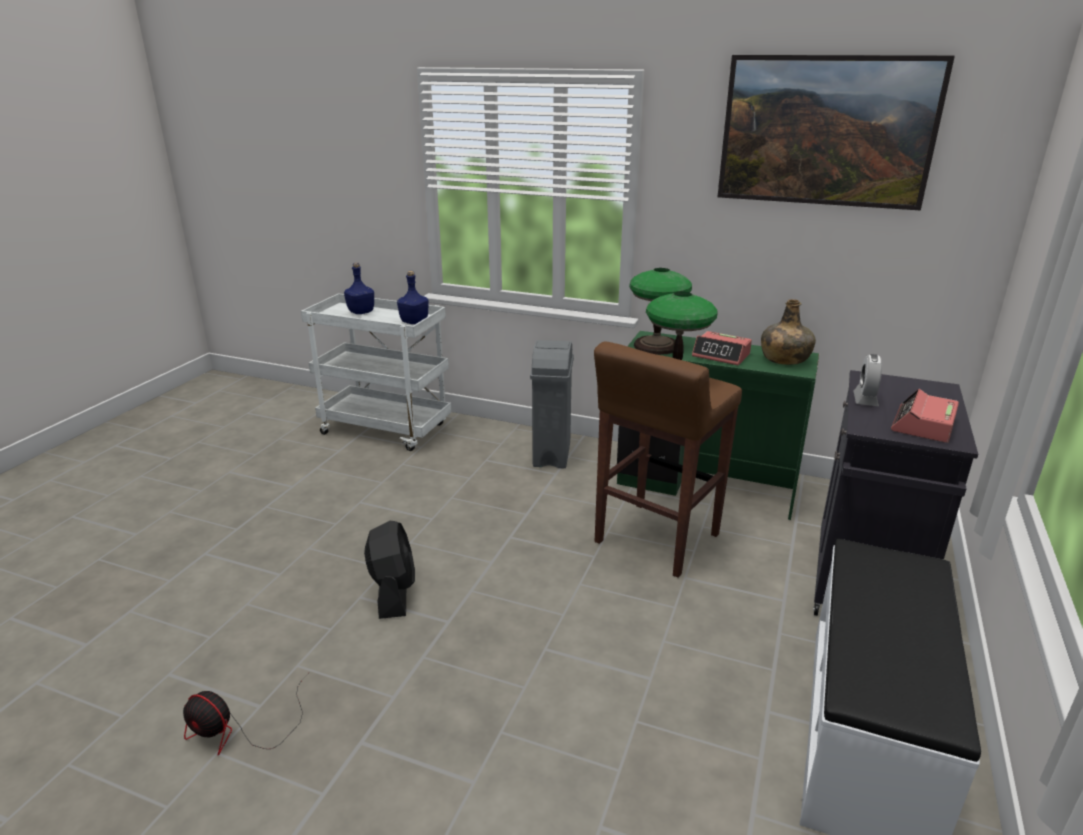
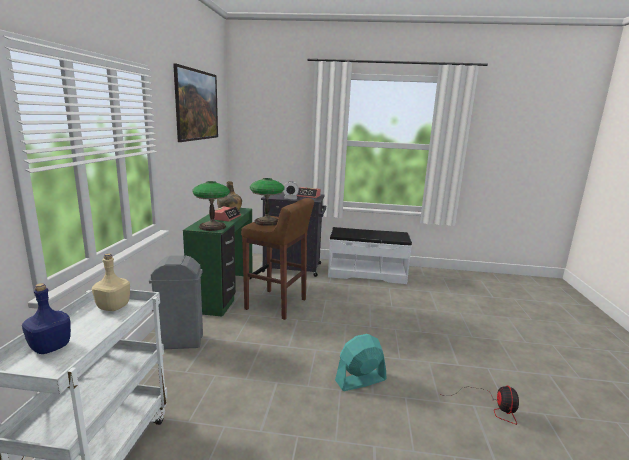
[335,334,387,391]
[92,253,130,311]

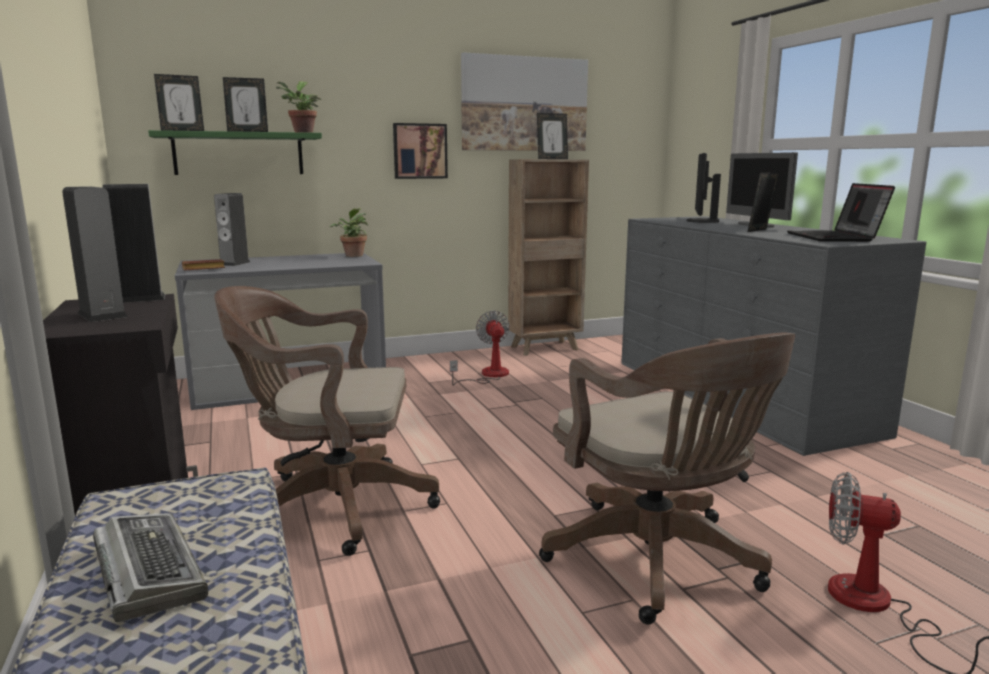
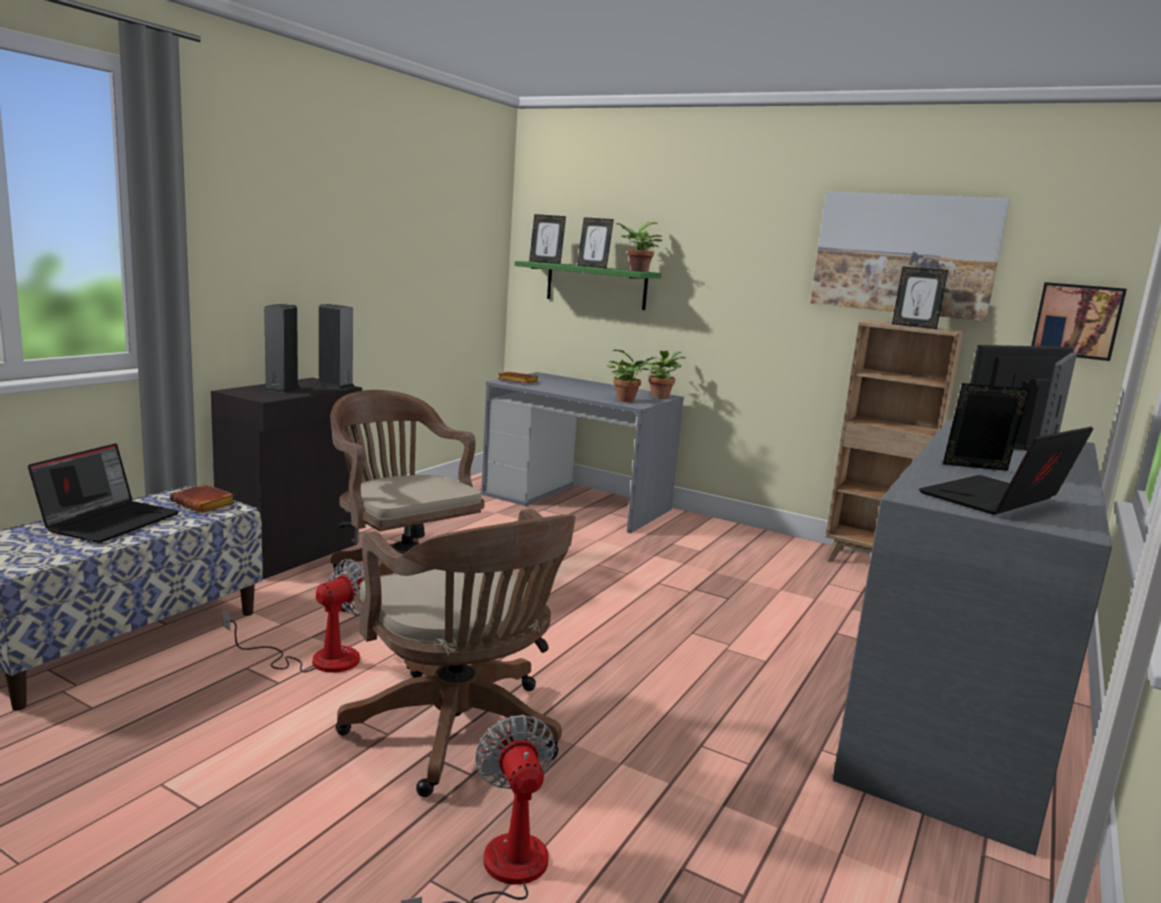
[214,193,250,266] (first image)
[170,484,235,513]
[607,349,657,402]
[1031,282,1127,361]
[223,559,365,673]
[28,443,179,543]
[335,509,576,797]

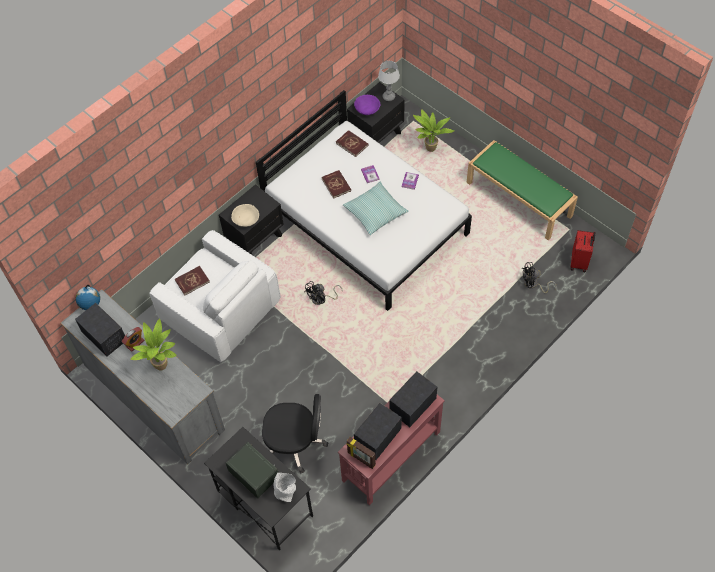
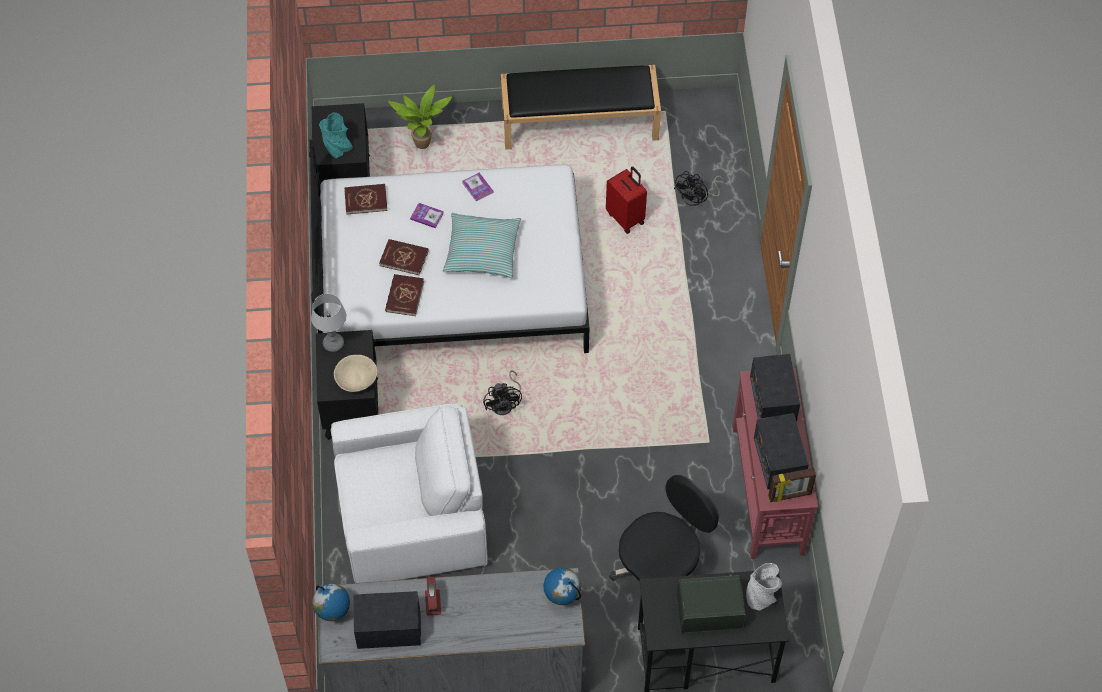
[131,319,176,370] (first image)
[543,568,581,605]
[385,274,424,316]
[311,294,347,352]
[606,166,647,234]
[319,113,353,158]
[501,65,661,150]

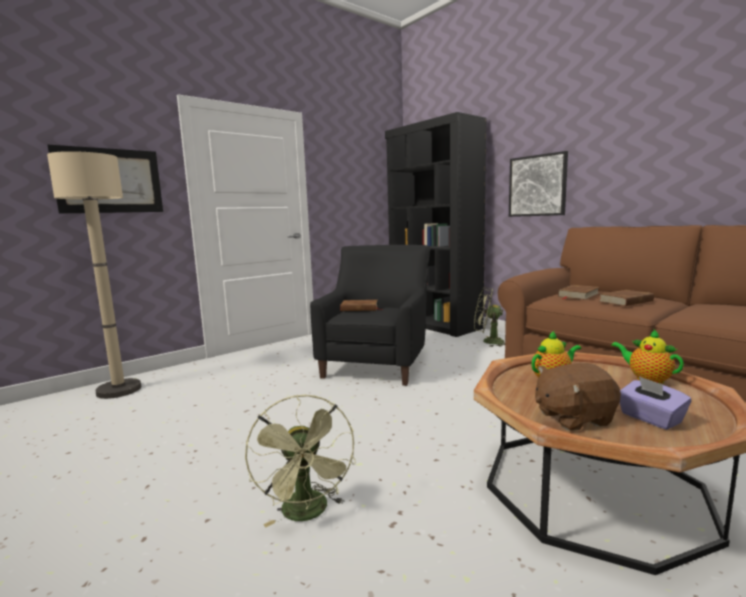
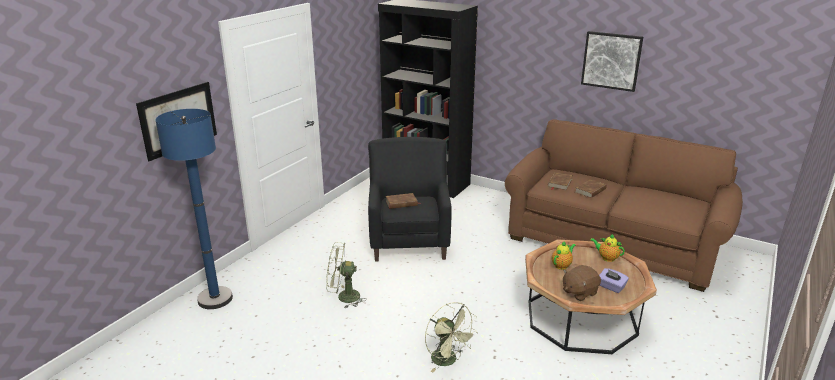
[326,242,367,308]
[581,31,643,92]
[155,109,233,309]

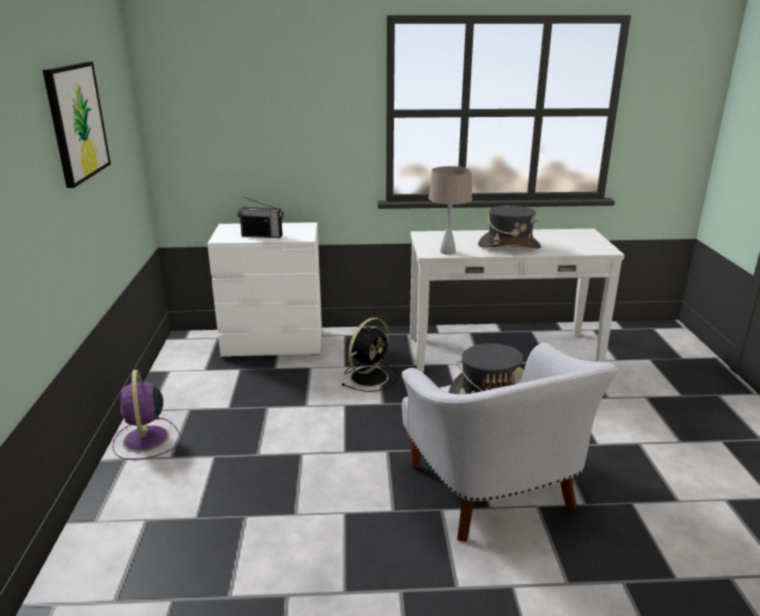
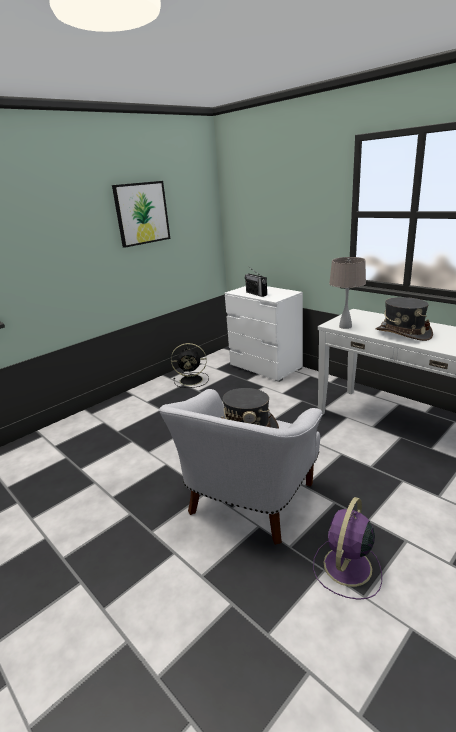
[313,497,382,600]
[171,343,209,388]

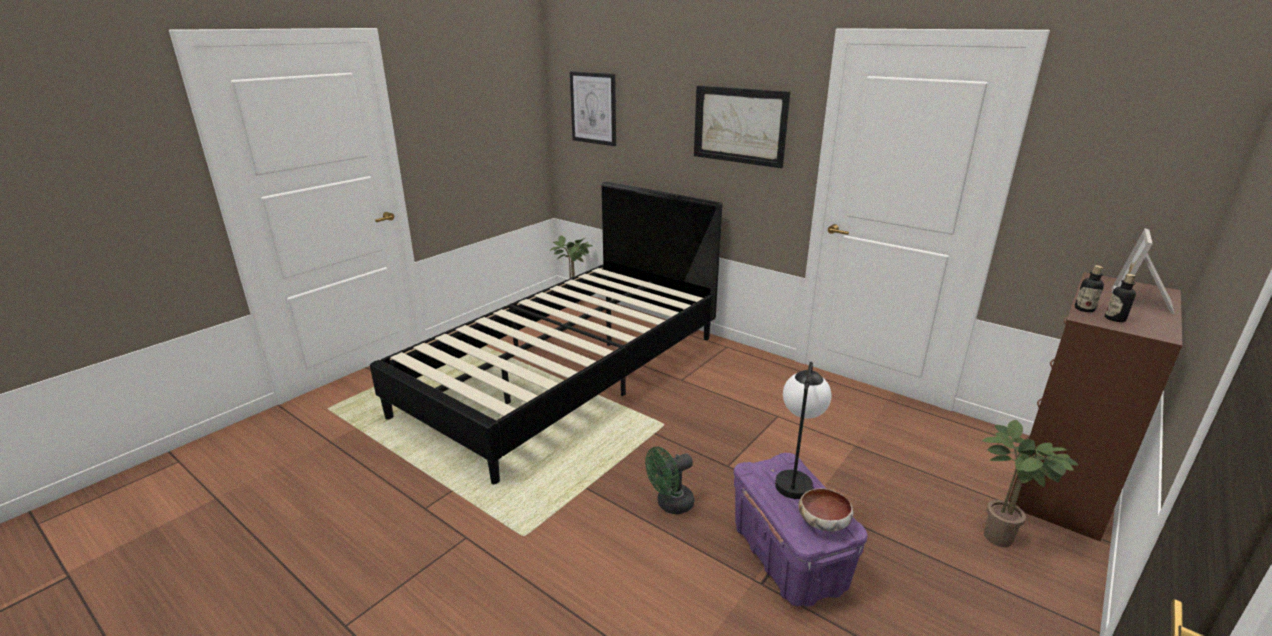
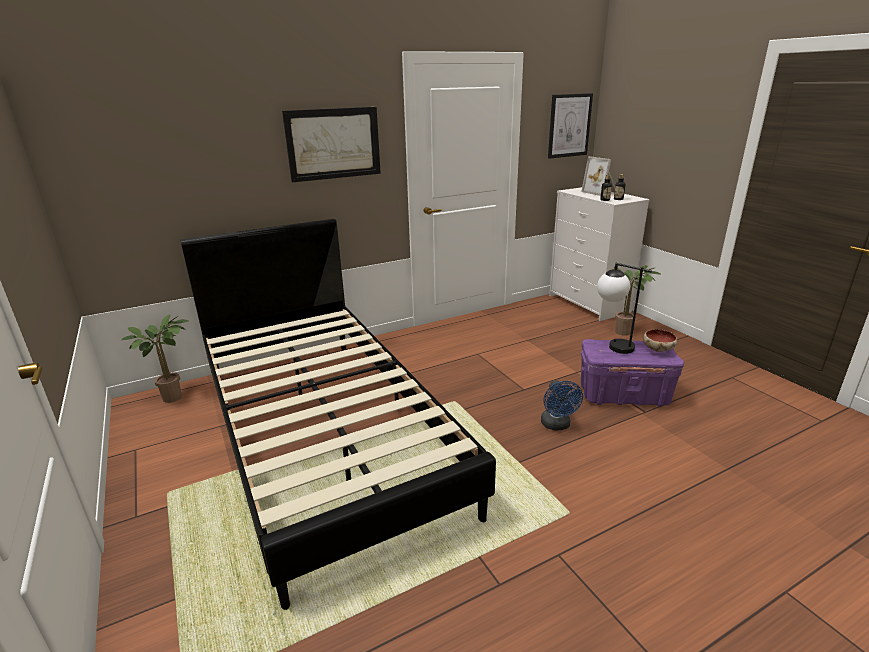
[548,93,593,159]
[541,380,583,430]
[549,187,650,321]

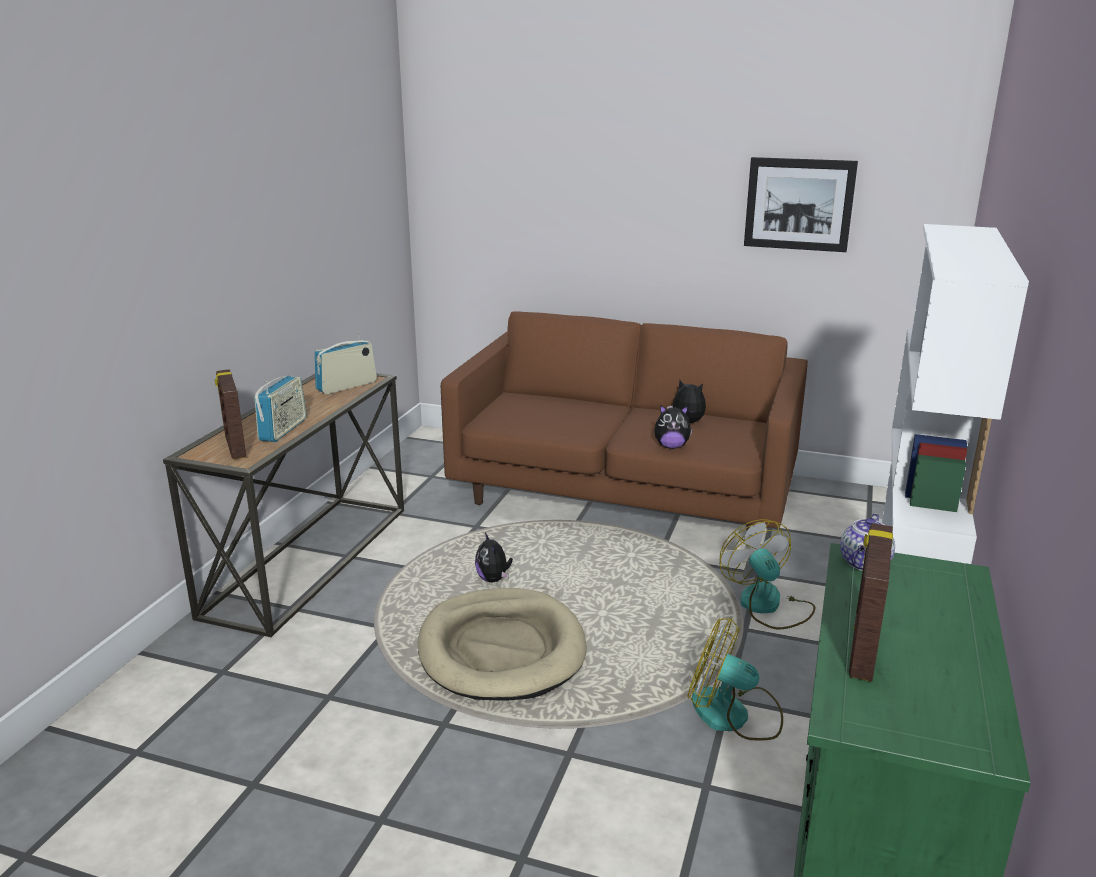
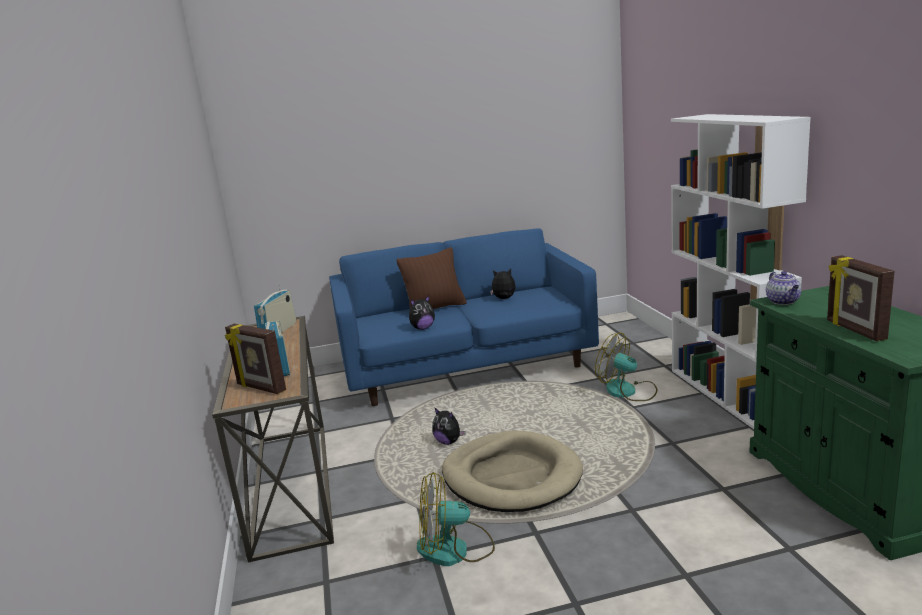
[744,157,858,252] (first image)
[396,247,467,309]
[409,295,435,330]
[417,472,495,566]
[329,229,599,406]

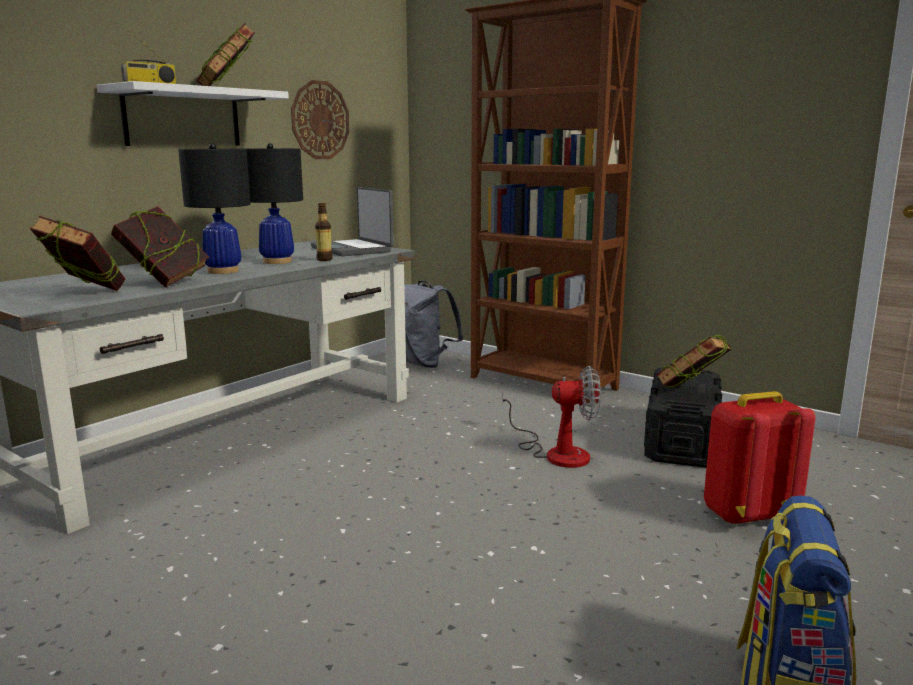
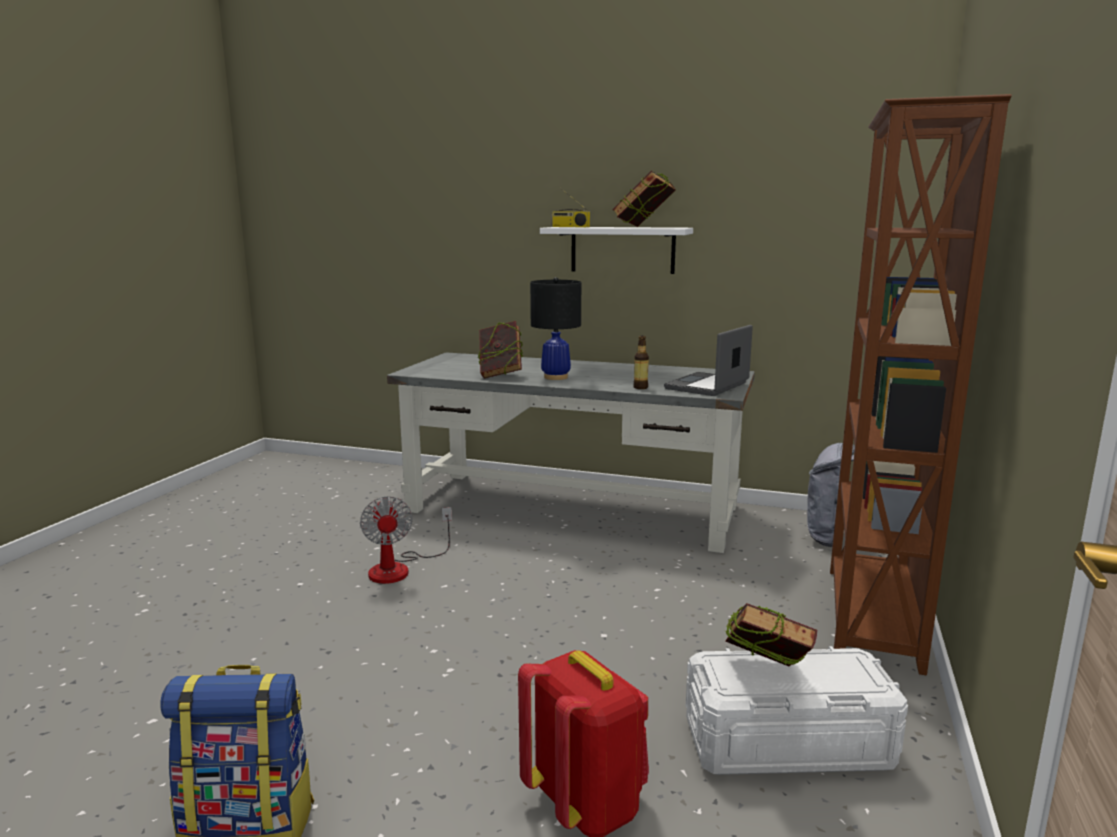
[30,216,125,291] (first image)
[246,143,303,264] (first image)
[291,80,350,159] (first image)
[360,496,452,584]
[686,646,908,775]

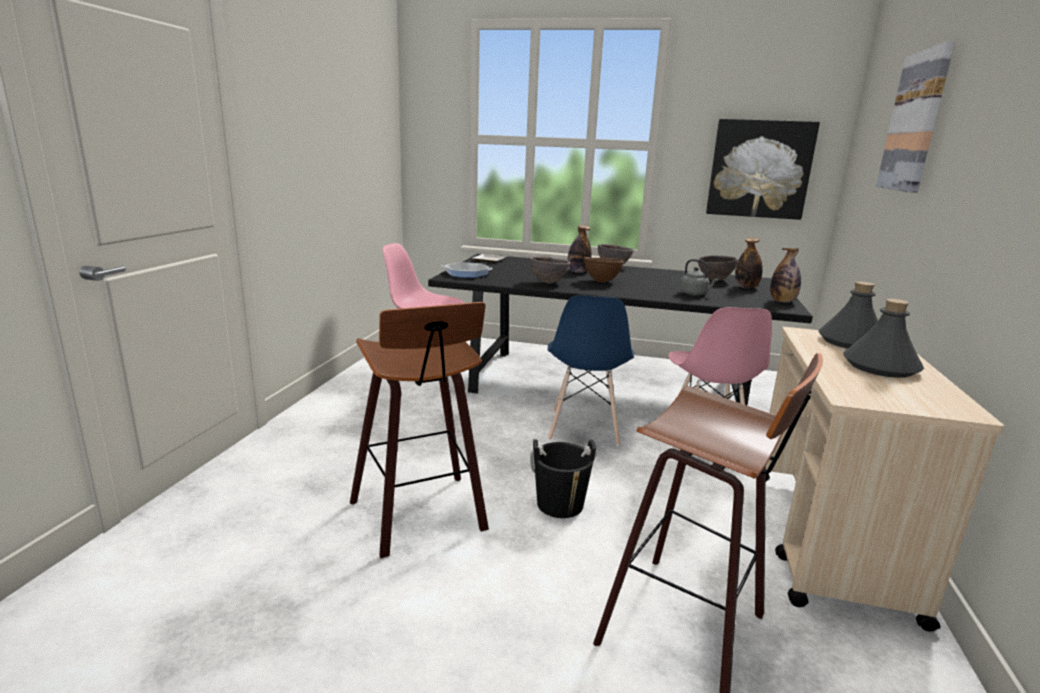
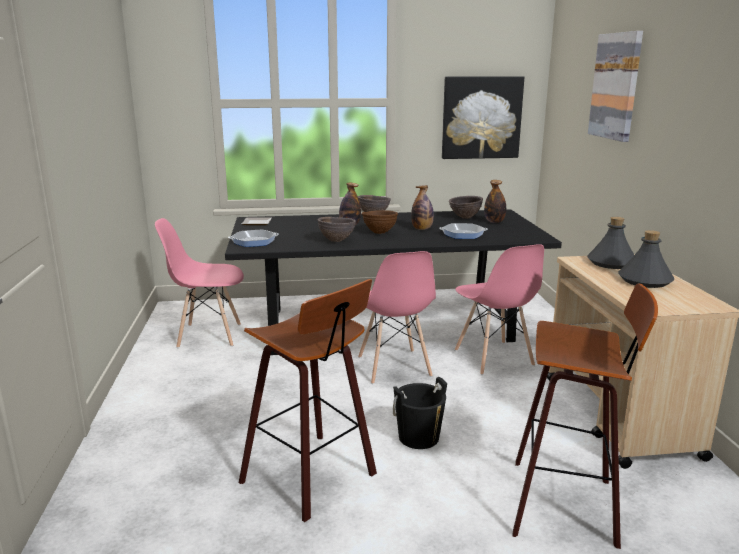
[411,185,434,230]
[439,223,488,239]
[358,251,436,384]

